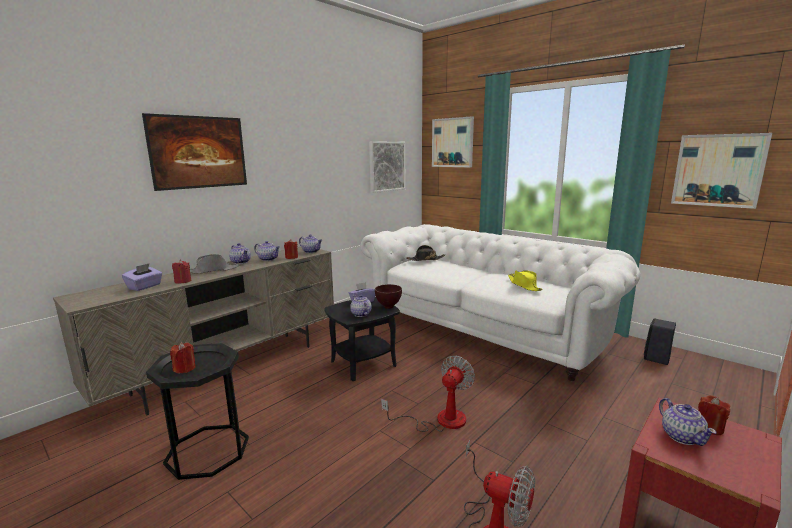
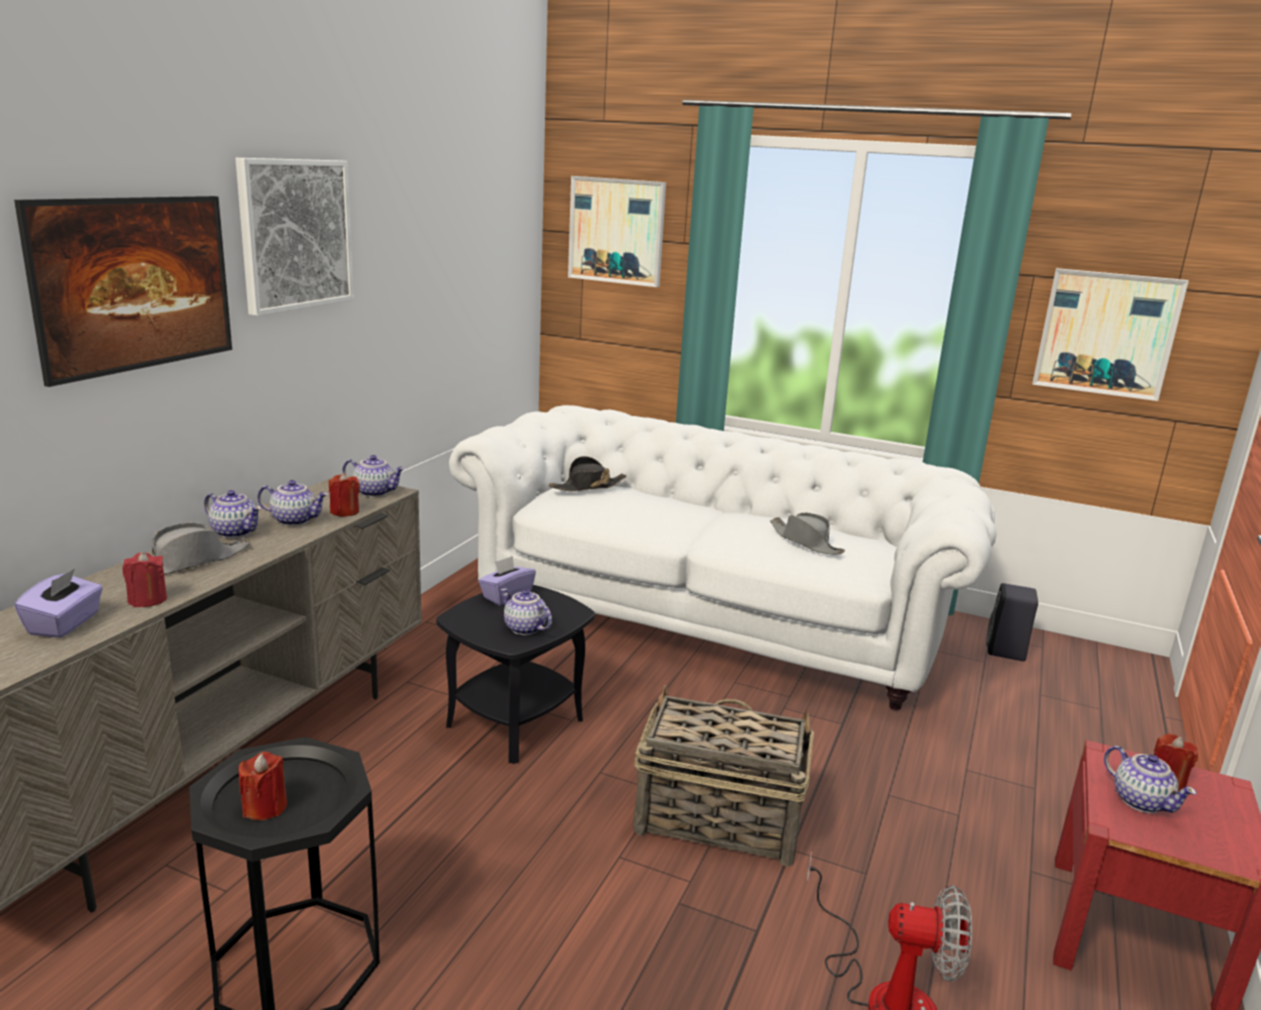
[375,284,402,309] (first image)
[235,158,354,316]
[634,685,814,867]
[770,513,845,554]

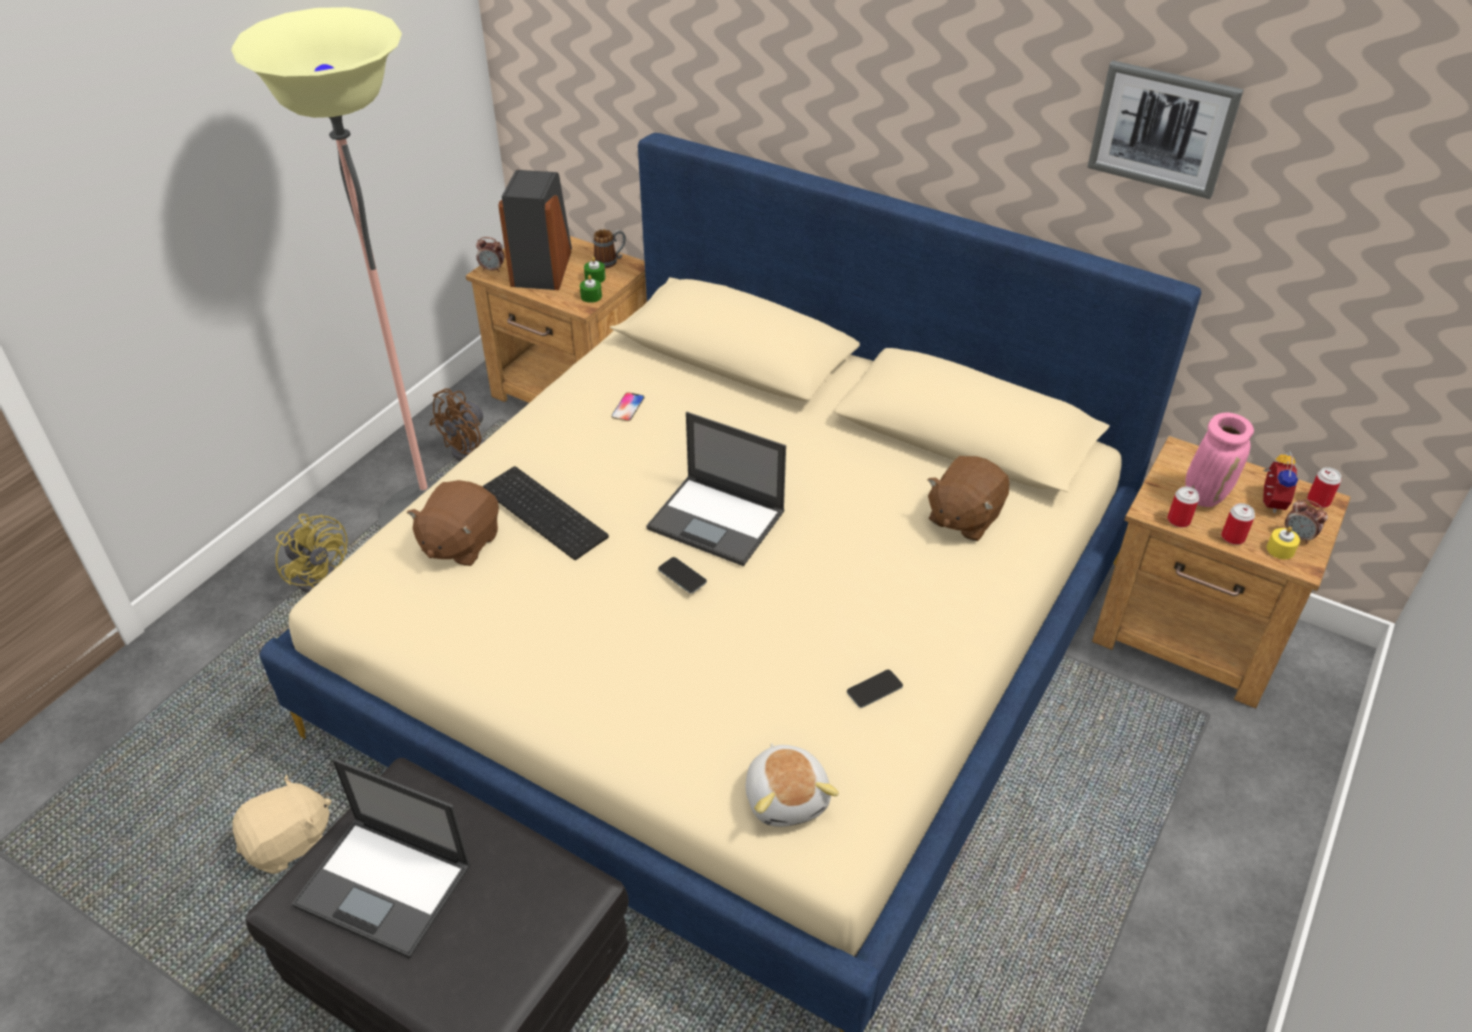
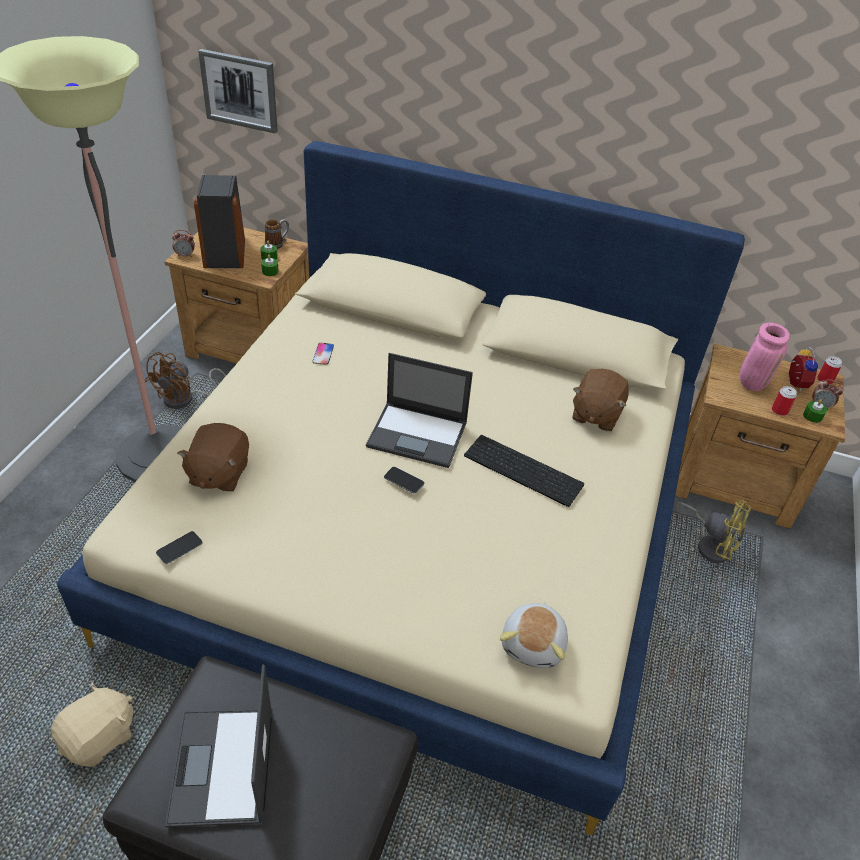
[1168,486,1199,527] (first image)
[676,501,751,563]
[464,435,584,507]
[156,531,203,564]
[198,49,278,133]
[803,399,827,423]
[165,664,273,827]
[500,602,568,668]

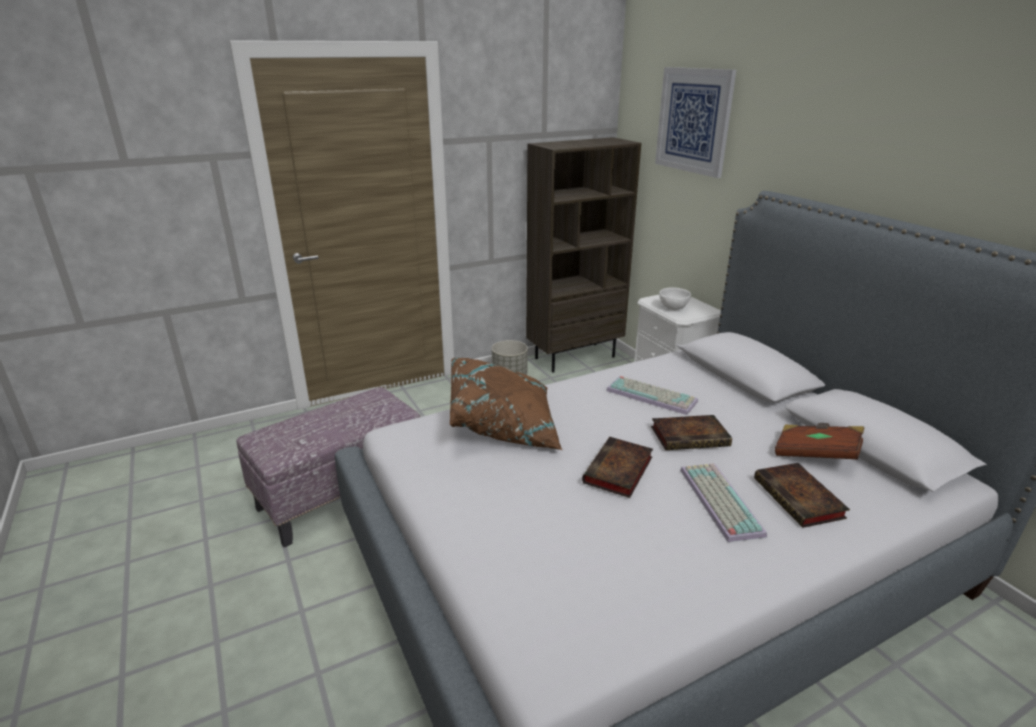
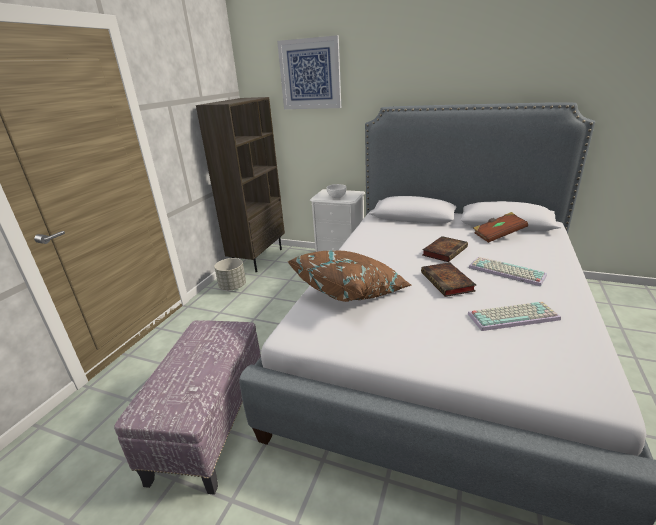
[754,463,850,528] (first image)
[468,301,561,331]

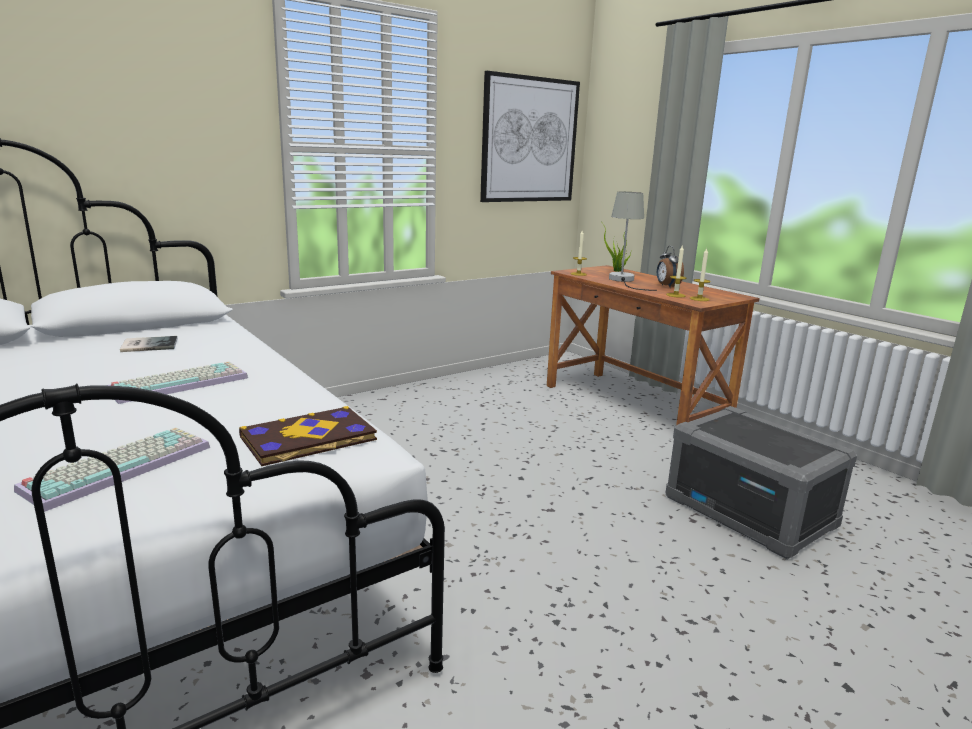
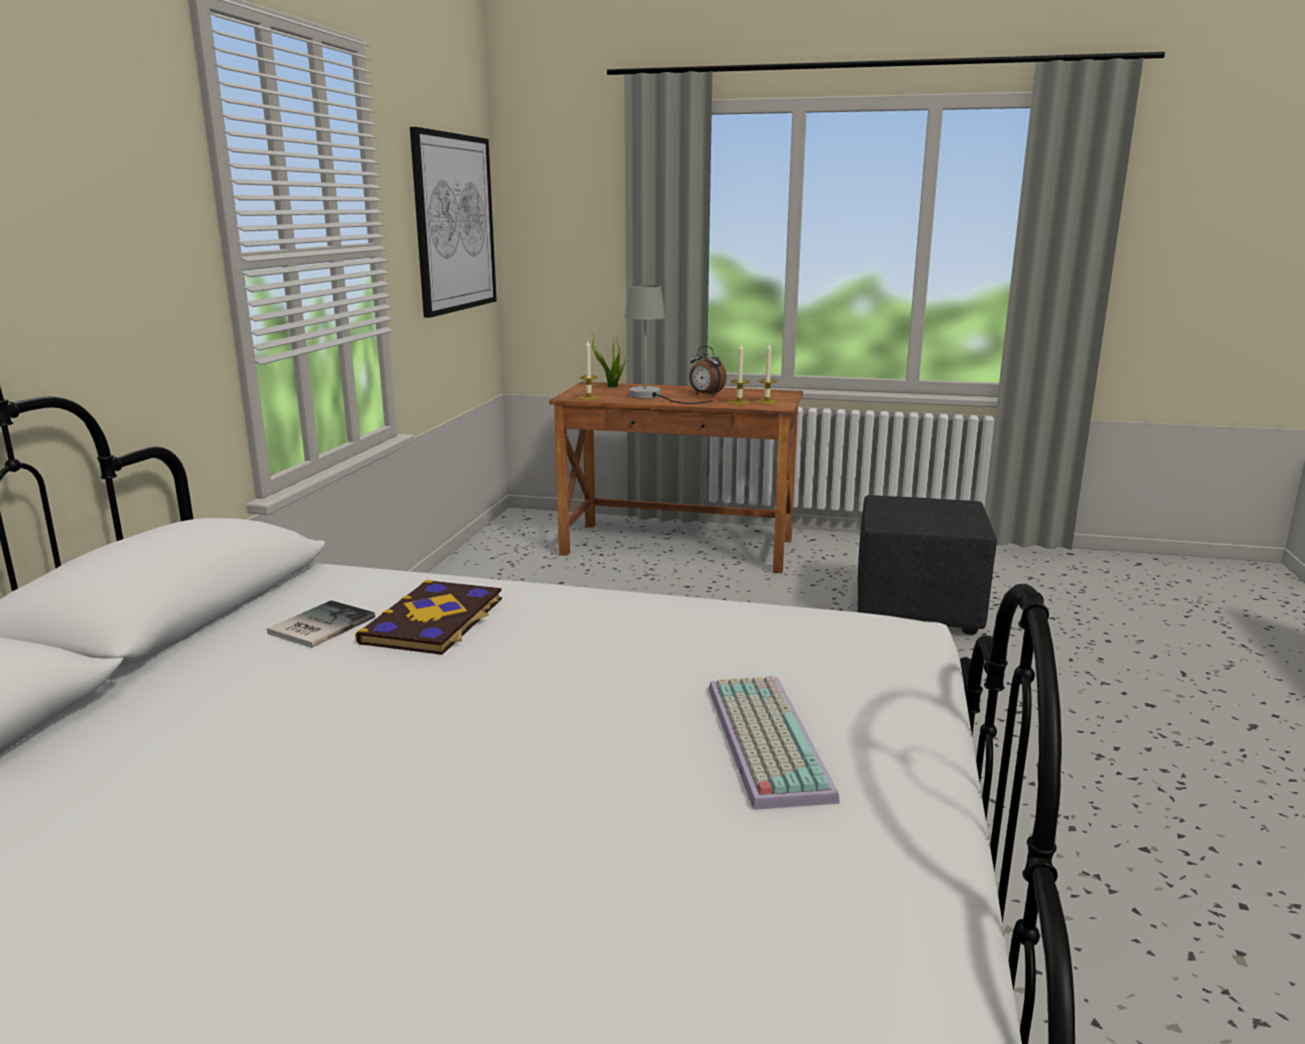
[107,361,248,404] (first image)
[355,580,502,655]
[858,495,997,635]

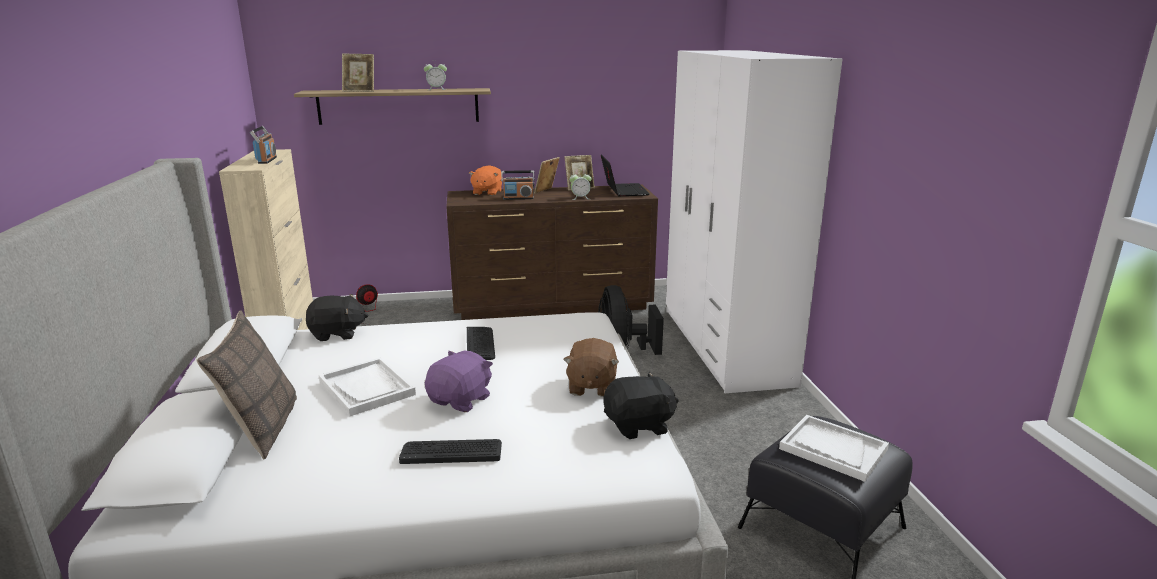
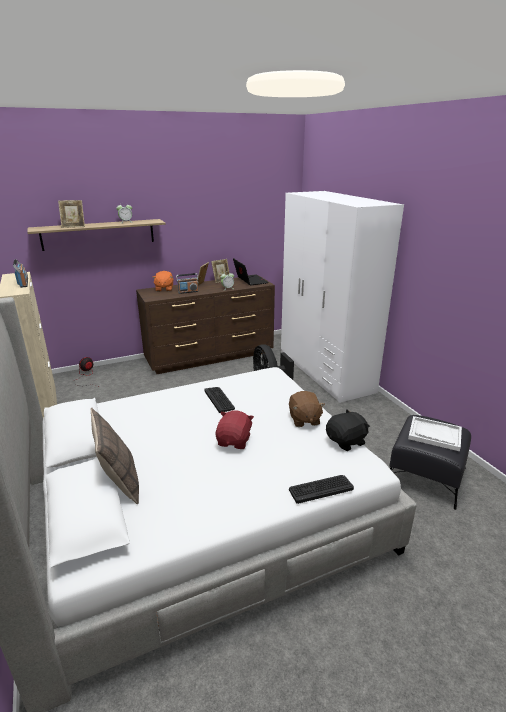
[306,294,368,341] (first image)
[319,357,416,416] (first image)
[289,475,354,504]
[216,410,254,449]

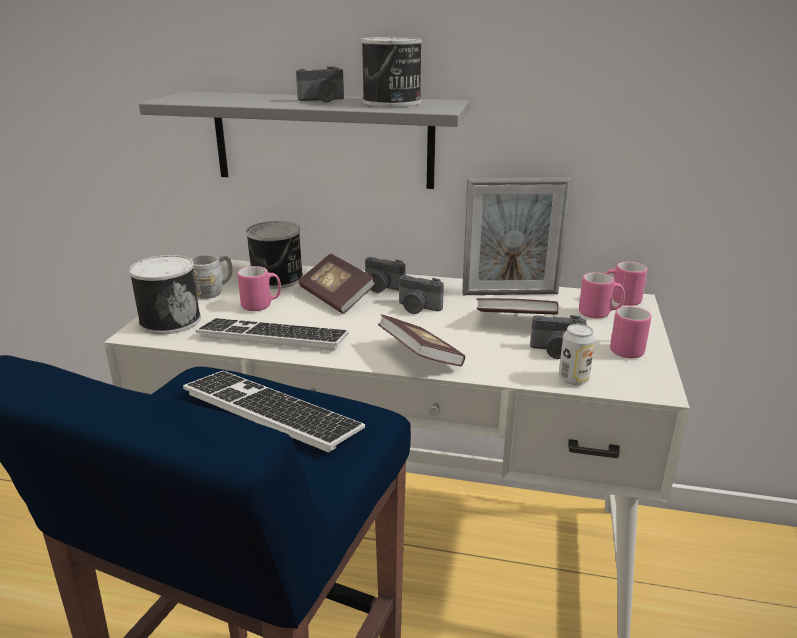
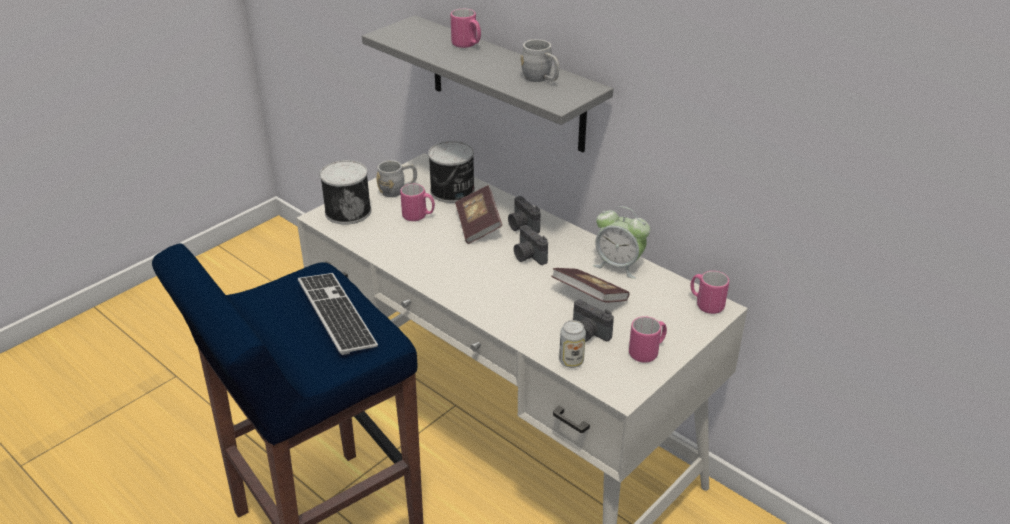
[195,318,349,350] (first image)
[296,67,344,102] (first image)
[378,315,465,366] (first image)
[451,9,481,48]
[521,39,559,82]
[593,206,650,279]

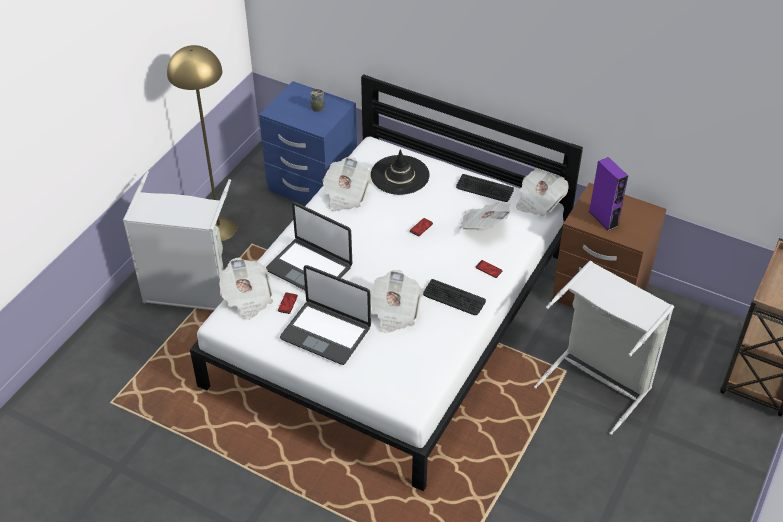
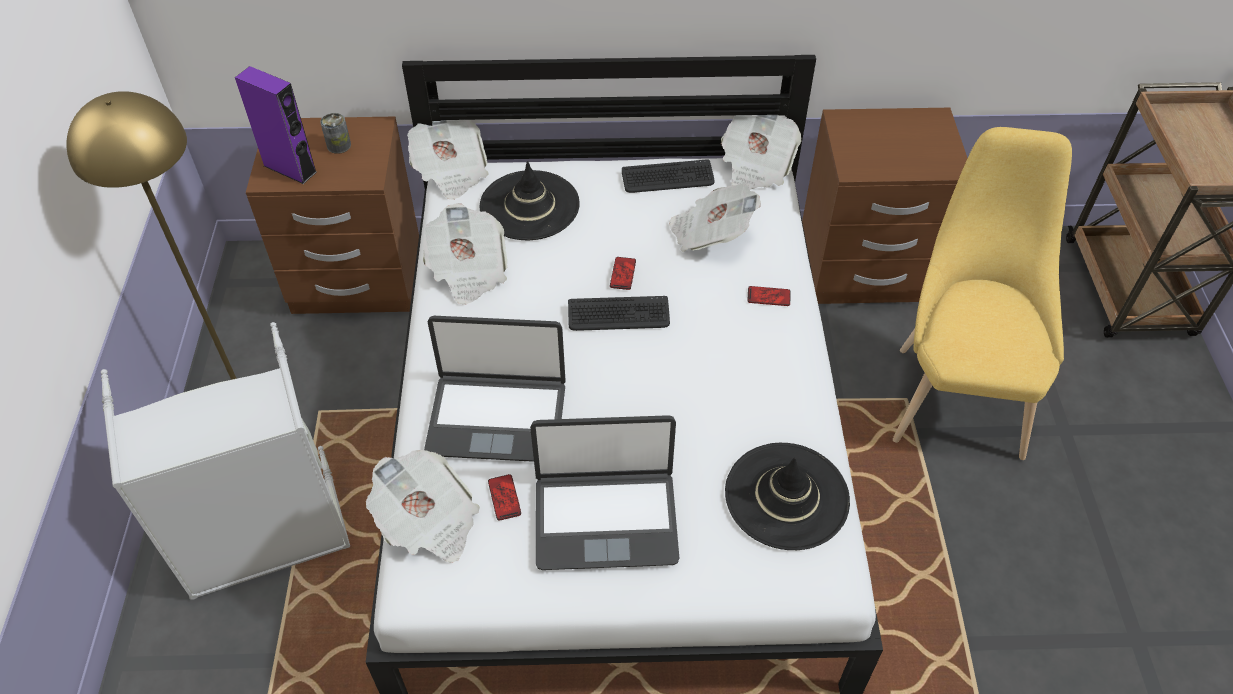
[725,443,850,550]
[407,120,489,200]
[568,296,670,331]
[235,66,317,184]
[893,127,1072,460]
[246,117,419,314]

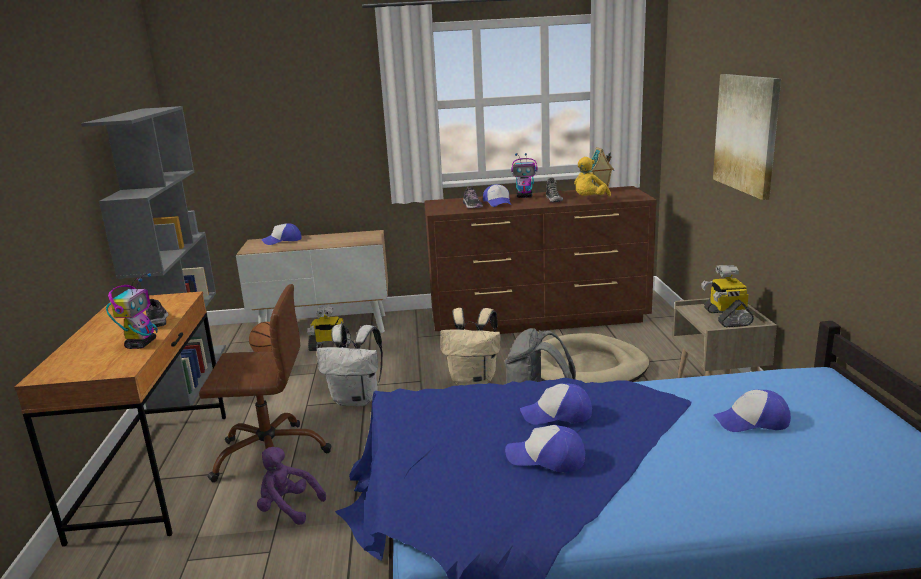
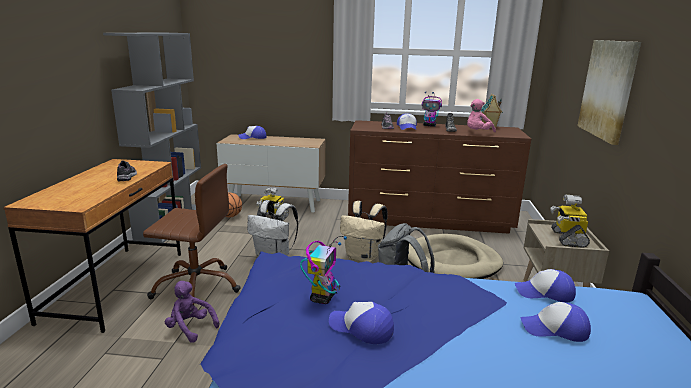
[300,236,347,304]
[515,269,576,302]
[467,99,496,132]

